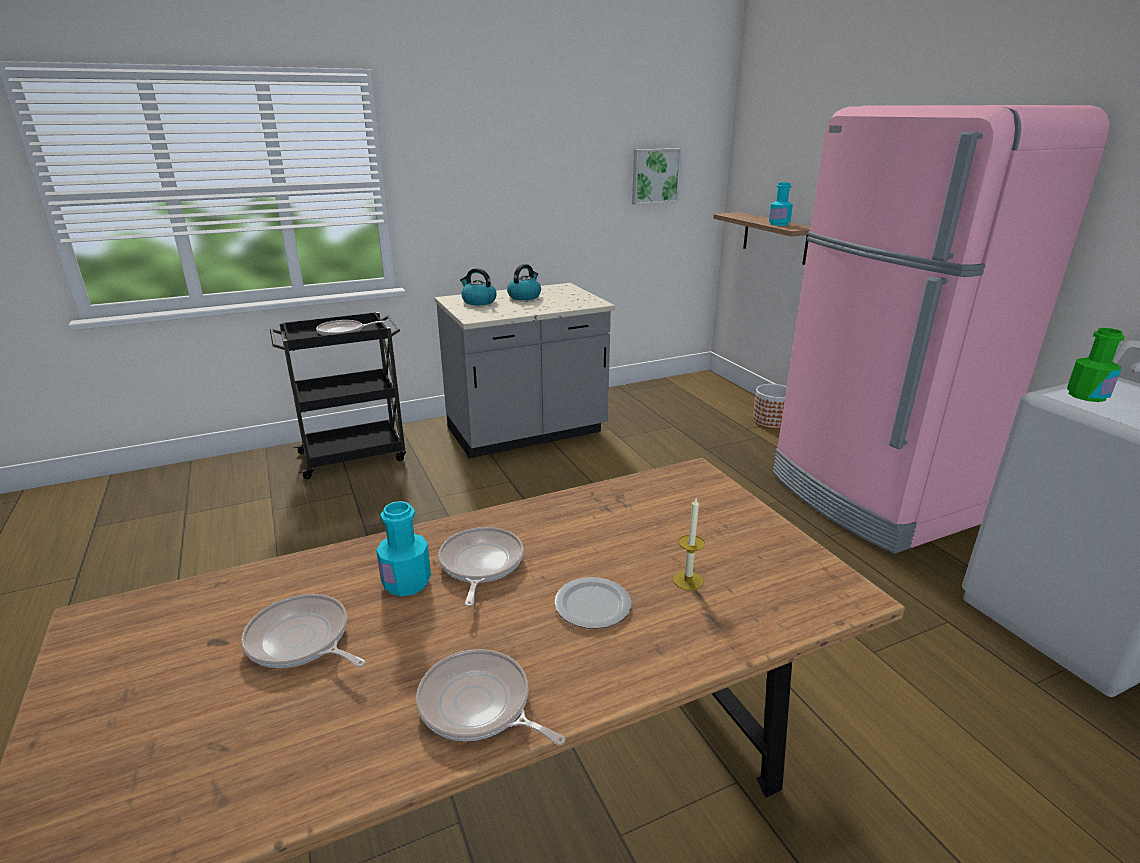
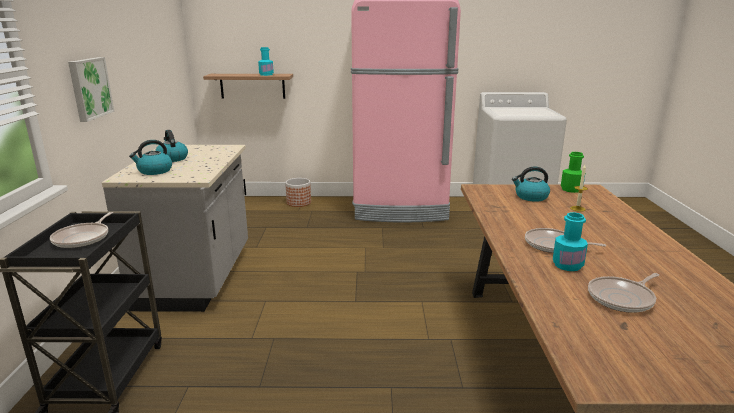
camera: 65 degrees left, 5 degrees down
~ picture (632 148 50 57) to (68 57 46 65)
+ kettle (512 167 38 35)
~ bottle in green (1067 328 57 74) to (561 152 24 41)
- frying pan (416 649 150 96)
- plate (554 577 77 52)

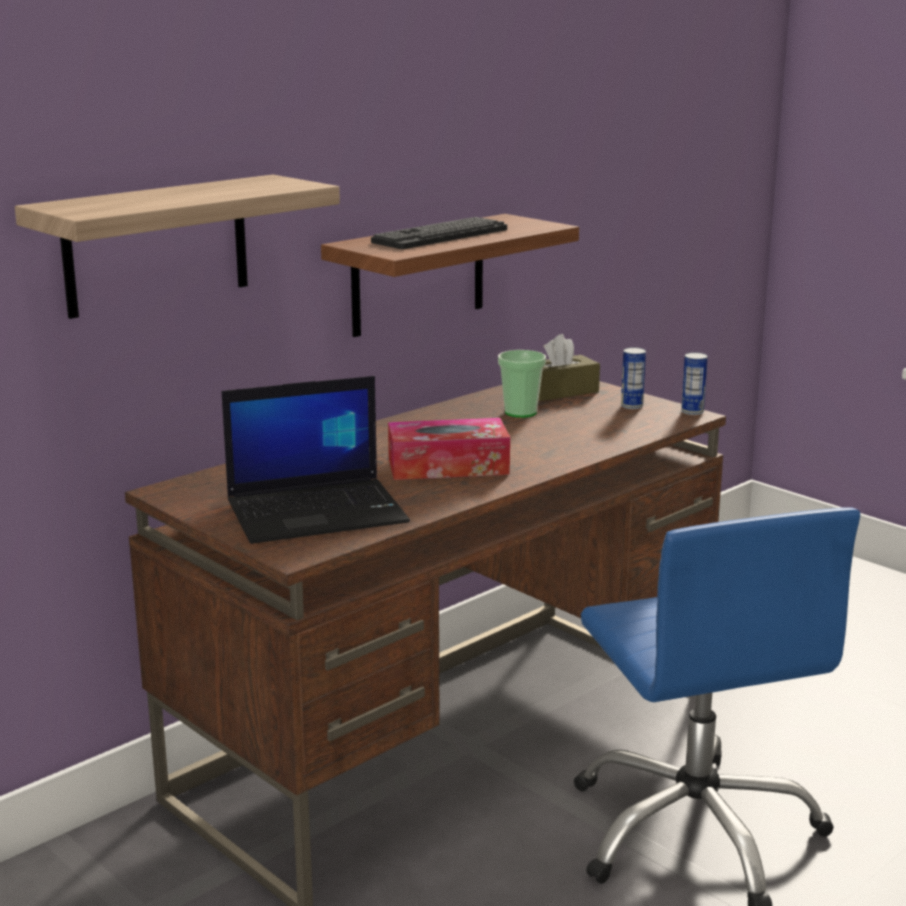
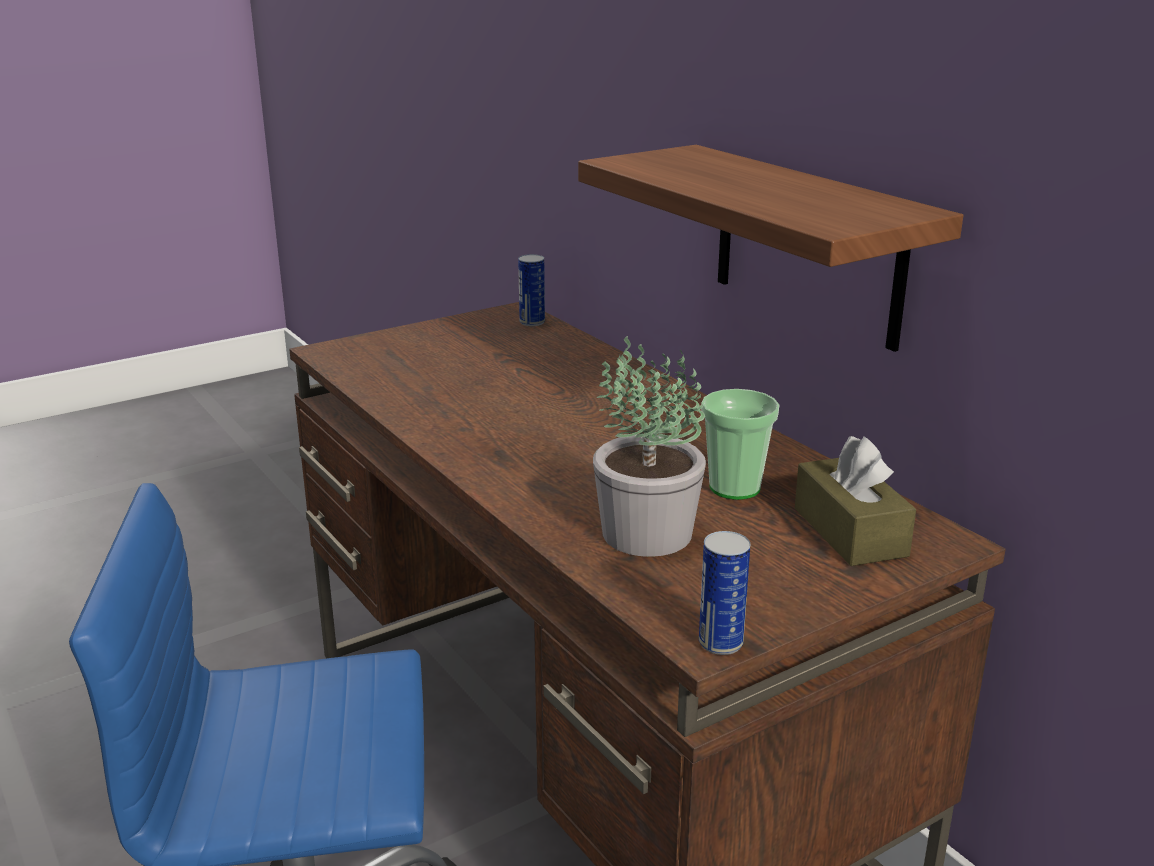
camera: 100 degrees right, 5 degrees up
~ can (621 347 25 62) to (518 254 27 72)
+ potted plant (593 336 113 221)
- shelf (15 175 325 144)
- laptop (222 376 188 168)
- keyboard (371 217 136 32)
- tissue box (388 418 122 62)

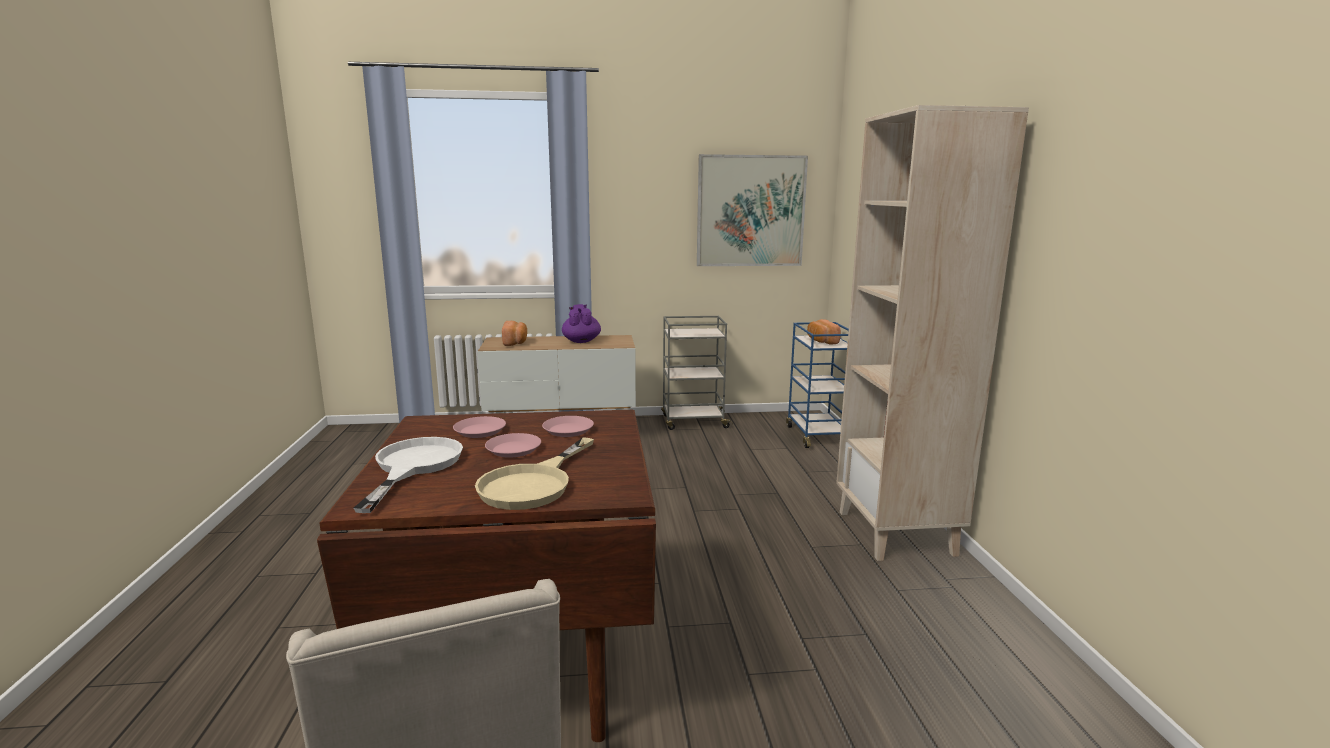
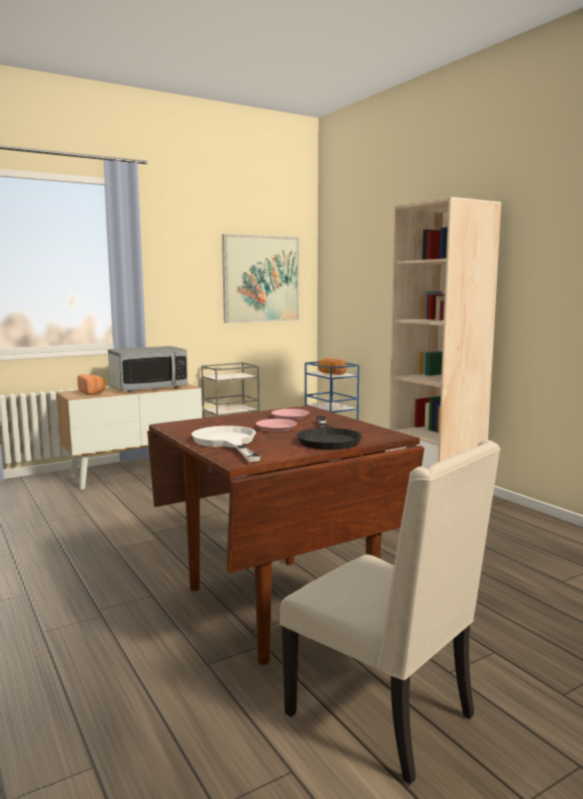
camera: 25 degrees left, 5 degrees down
~ teapot in purple (562 304 39 39) to microwave (108 346 80 46)
~ frying pan in beige (475 437 119 73) to frying pan in black (297 416 65 34)
- plate in pink (453 416 53 22)

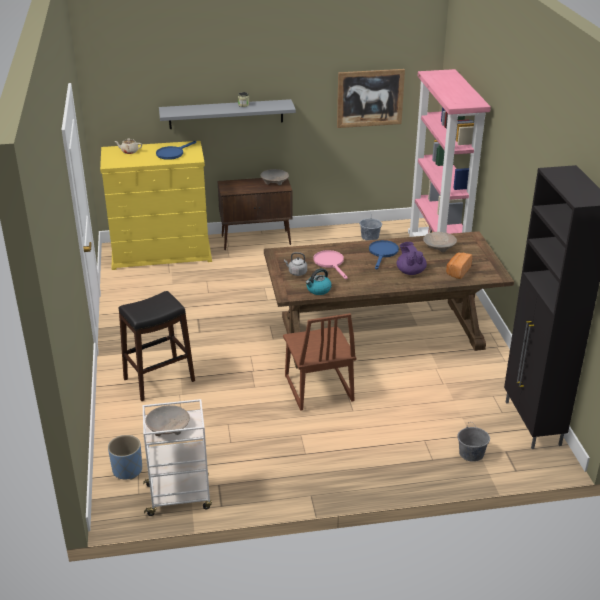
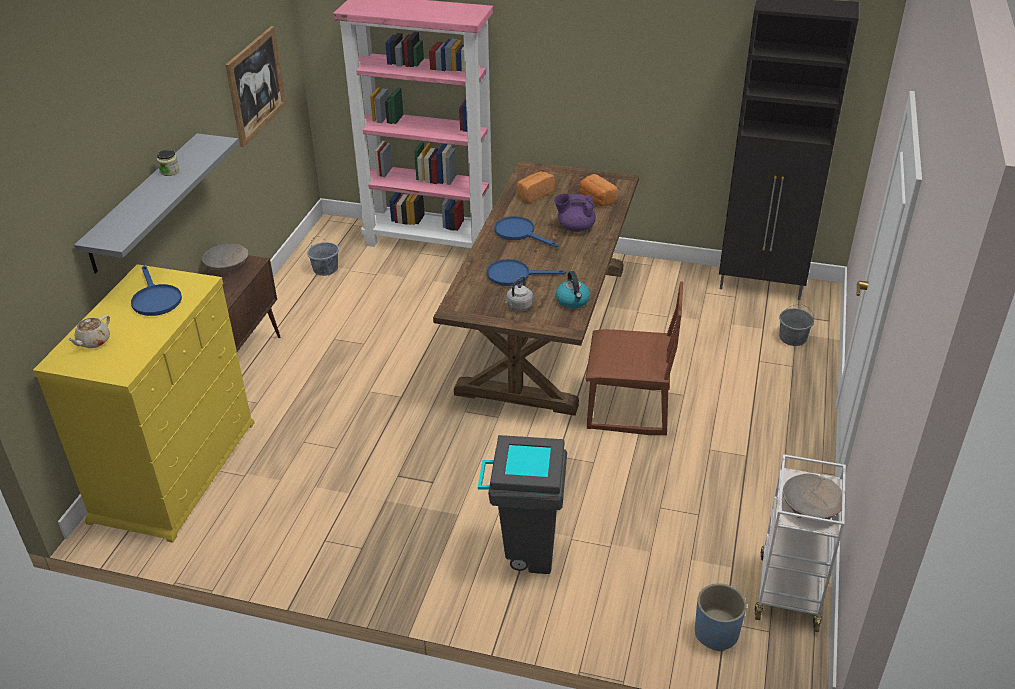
camera: 65 degrees left, 5 degrees up
~ stool in black (119 291 76 110) to trash can in grey (478 435 89 139)
~ frying pan in pink (313 250 35 29) to frying pan in blue (487 259 79 27)
~ bowl in beige (423 232 34 21) to bread (517 171 38 32)

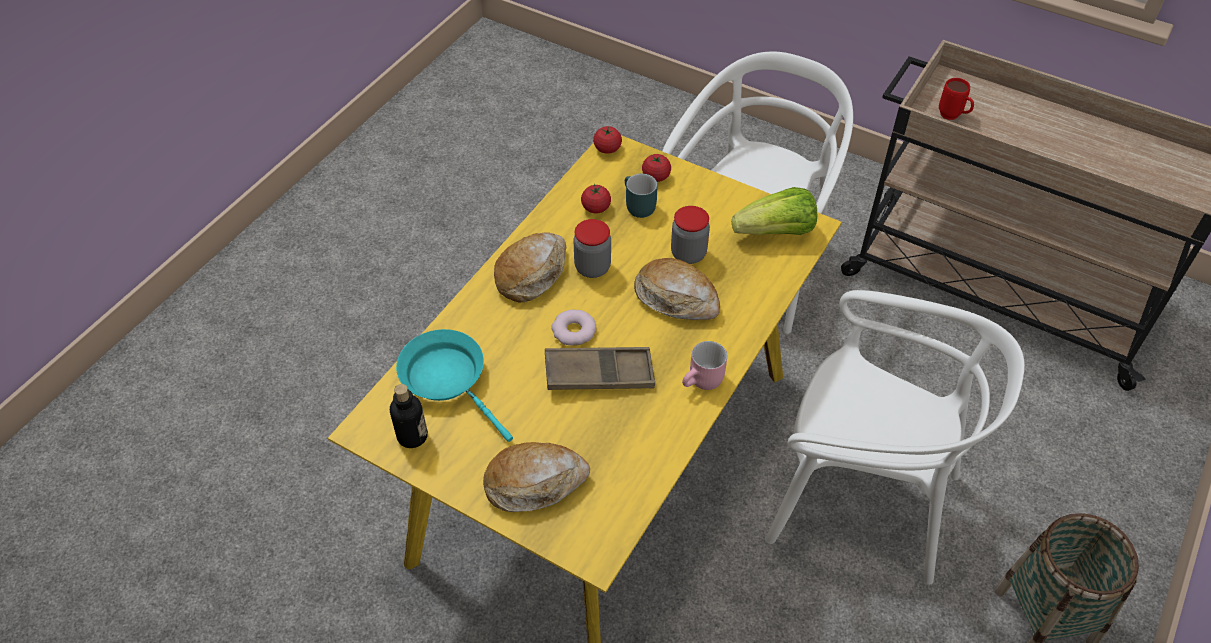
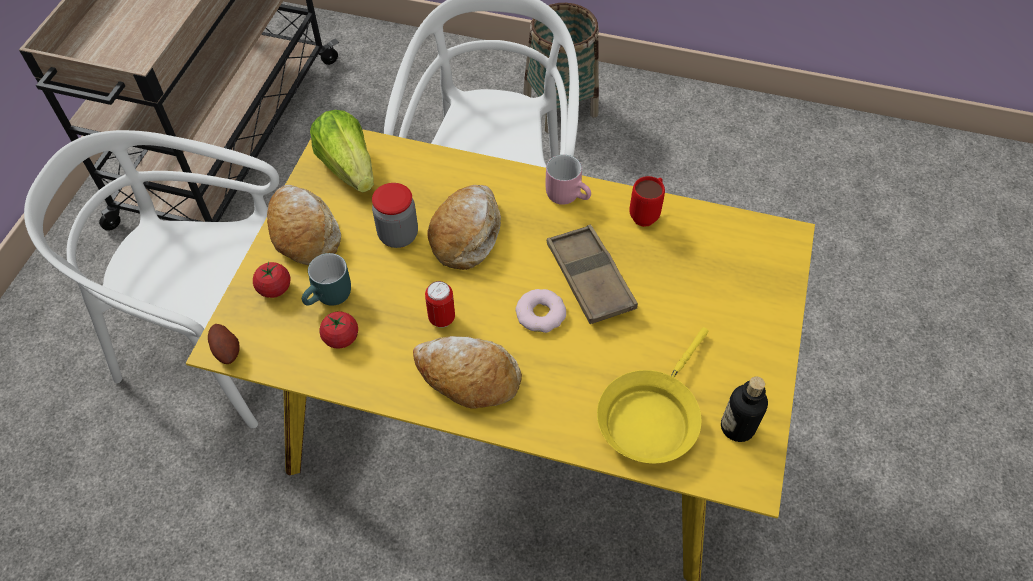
camera: 105 degrees left, 5 degrees up
~ tomato (593 126 29 28) to potato (208 324 31 40)
~ bread (483 442 107 70) to (267 185 74 80)
~ jar (574 219 37 59) to can (425 281 30 47)
~ frying pan in turquoise (396 329 117 113) to frying pan in yellow (597 327 111 137)
~ mug in red (939 78 35 42) to (629 176 36 51)

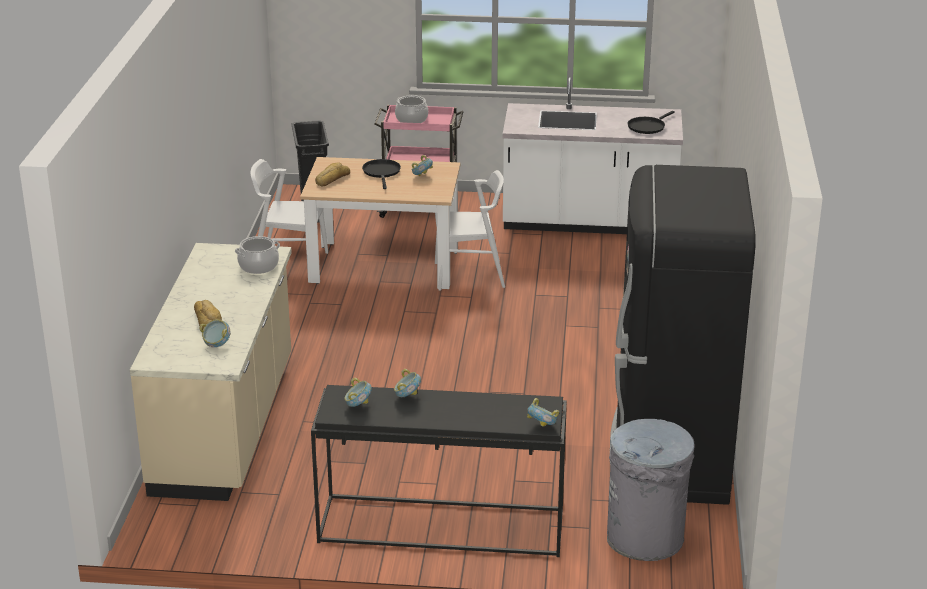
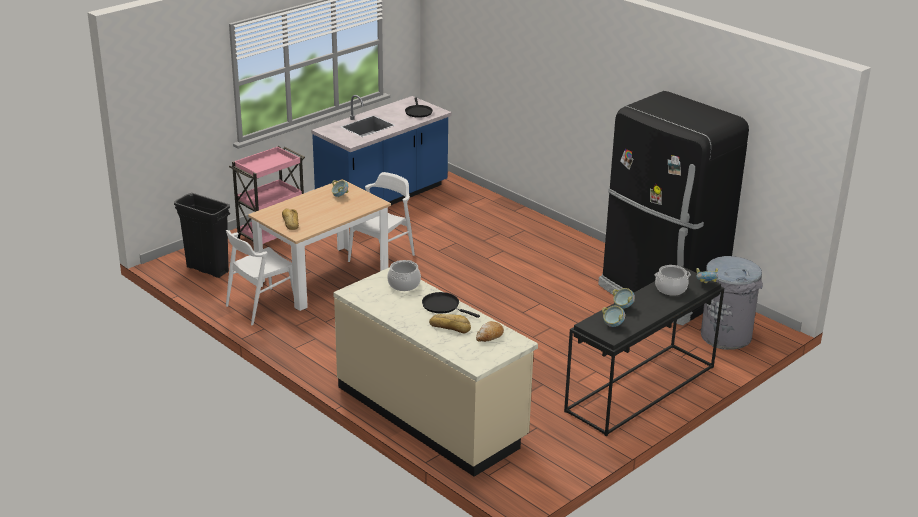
camera: 50 degrees left, 0 degrees up
~ counter in white (503 77 180 157) to counter in blue (311 95 141 110)
~ frying pan in black (362 159 39 30) to (422 292 58 26)
~ bowl (199 319 32 28) to bread (476 321 28 21)
~ cooking pot (395 95 33 28) to (655 265 36 31)

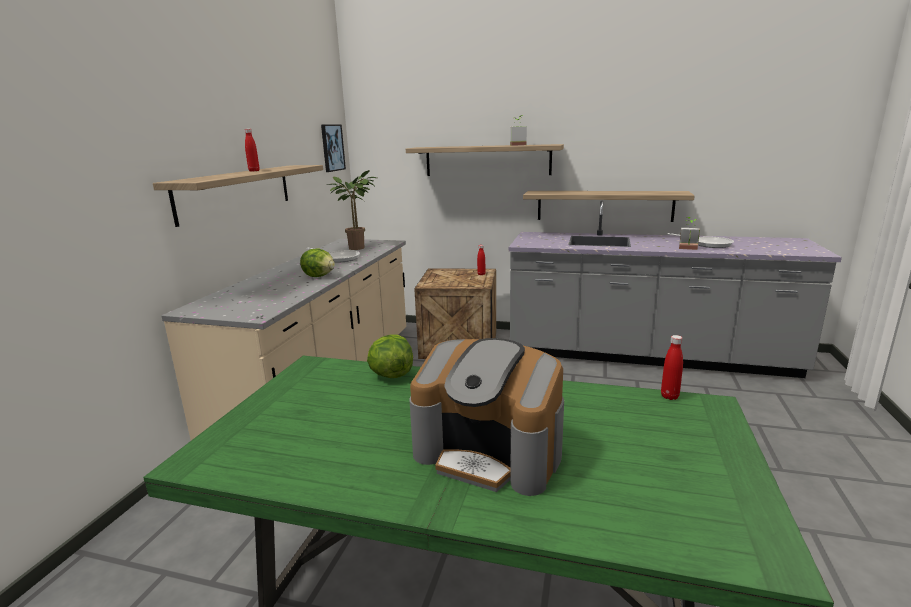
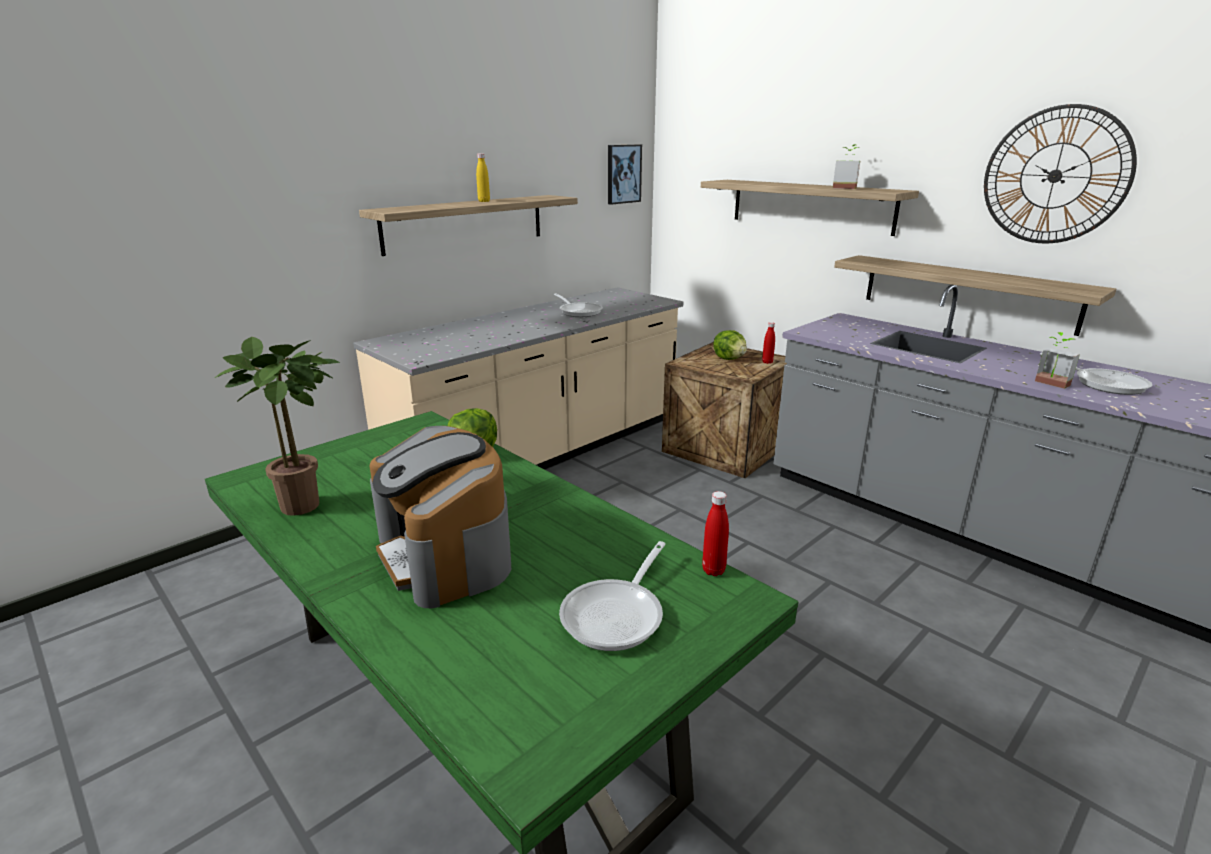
camera: 30 degrees right, 5 degrees up
~ potted plant (328 170 49 80) to (215 337 125 179)
~ bottle in red (245 129 14 42) to bottle in yellow (476 153 14 49)
+ frying pan (559 541 107 110)
~ lettuce (300 248 35 29) to (713 330 34 30)
+ wall clock (984 104 153 140)

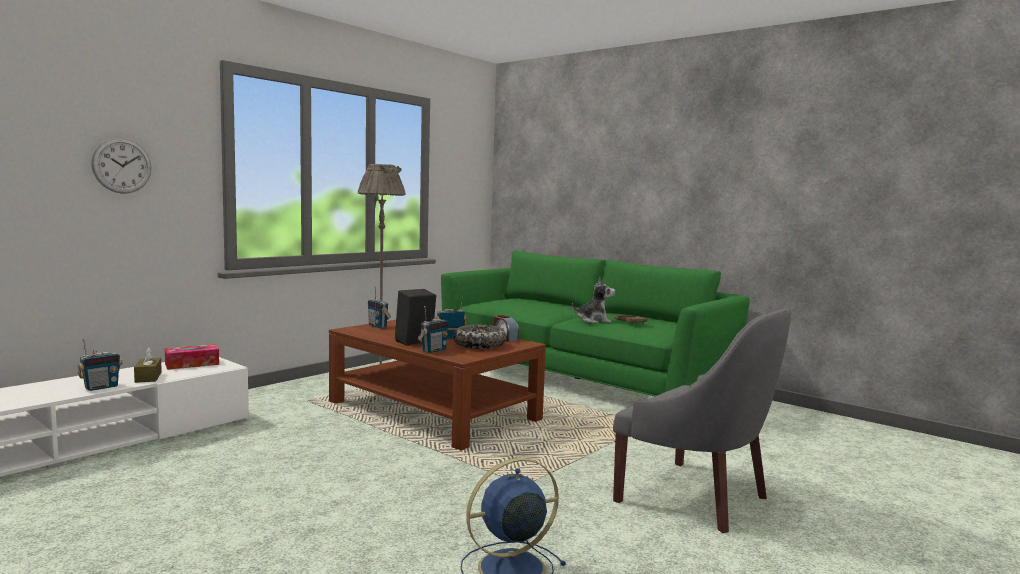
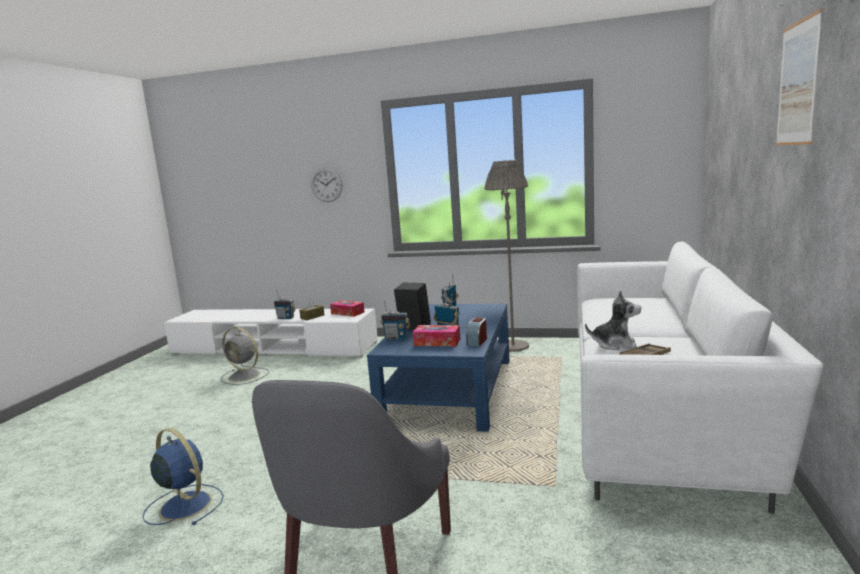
camera: 65 degrees right, 5 degrees up
+ fan in grey (221 327 48 58)
~ coffee table in brown (329 320 217 130) to coffee table in blue (367 304 143 128)
~ bowl (453 325 53 24) to tissue box (413 325 47 21)
~ sofa in green (441 250 309 146) to sofa in white (577 242 246 272)
~ plush toy (572 277 43 47) = (585 290 56 60) 45 degrees counterclockwise
+ picture (776 9 47 136)

